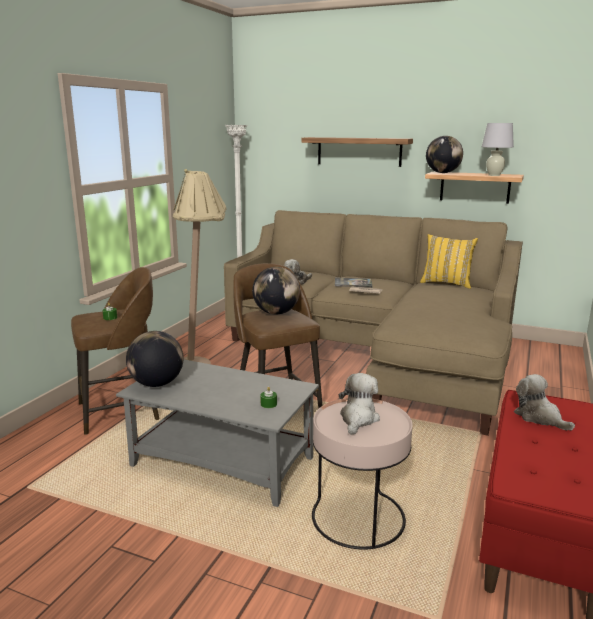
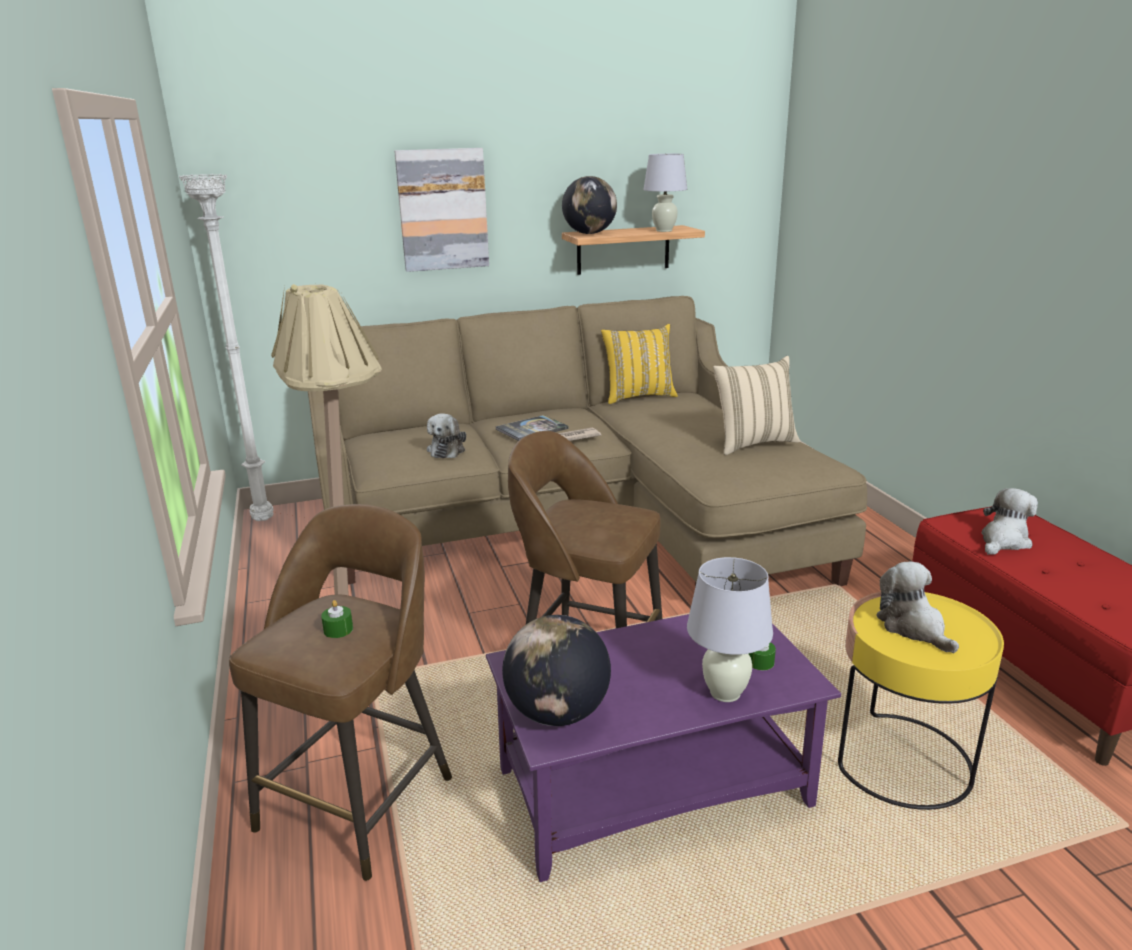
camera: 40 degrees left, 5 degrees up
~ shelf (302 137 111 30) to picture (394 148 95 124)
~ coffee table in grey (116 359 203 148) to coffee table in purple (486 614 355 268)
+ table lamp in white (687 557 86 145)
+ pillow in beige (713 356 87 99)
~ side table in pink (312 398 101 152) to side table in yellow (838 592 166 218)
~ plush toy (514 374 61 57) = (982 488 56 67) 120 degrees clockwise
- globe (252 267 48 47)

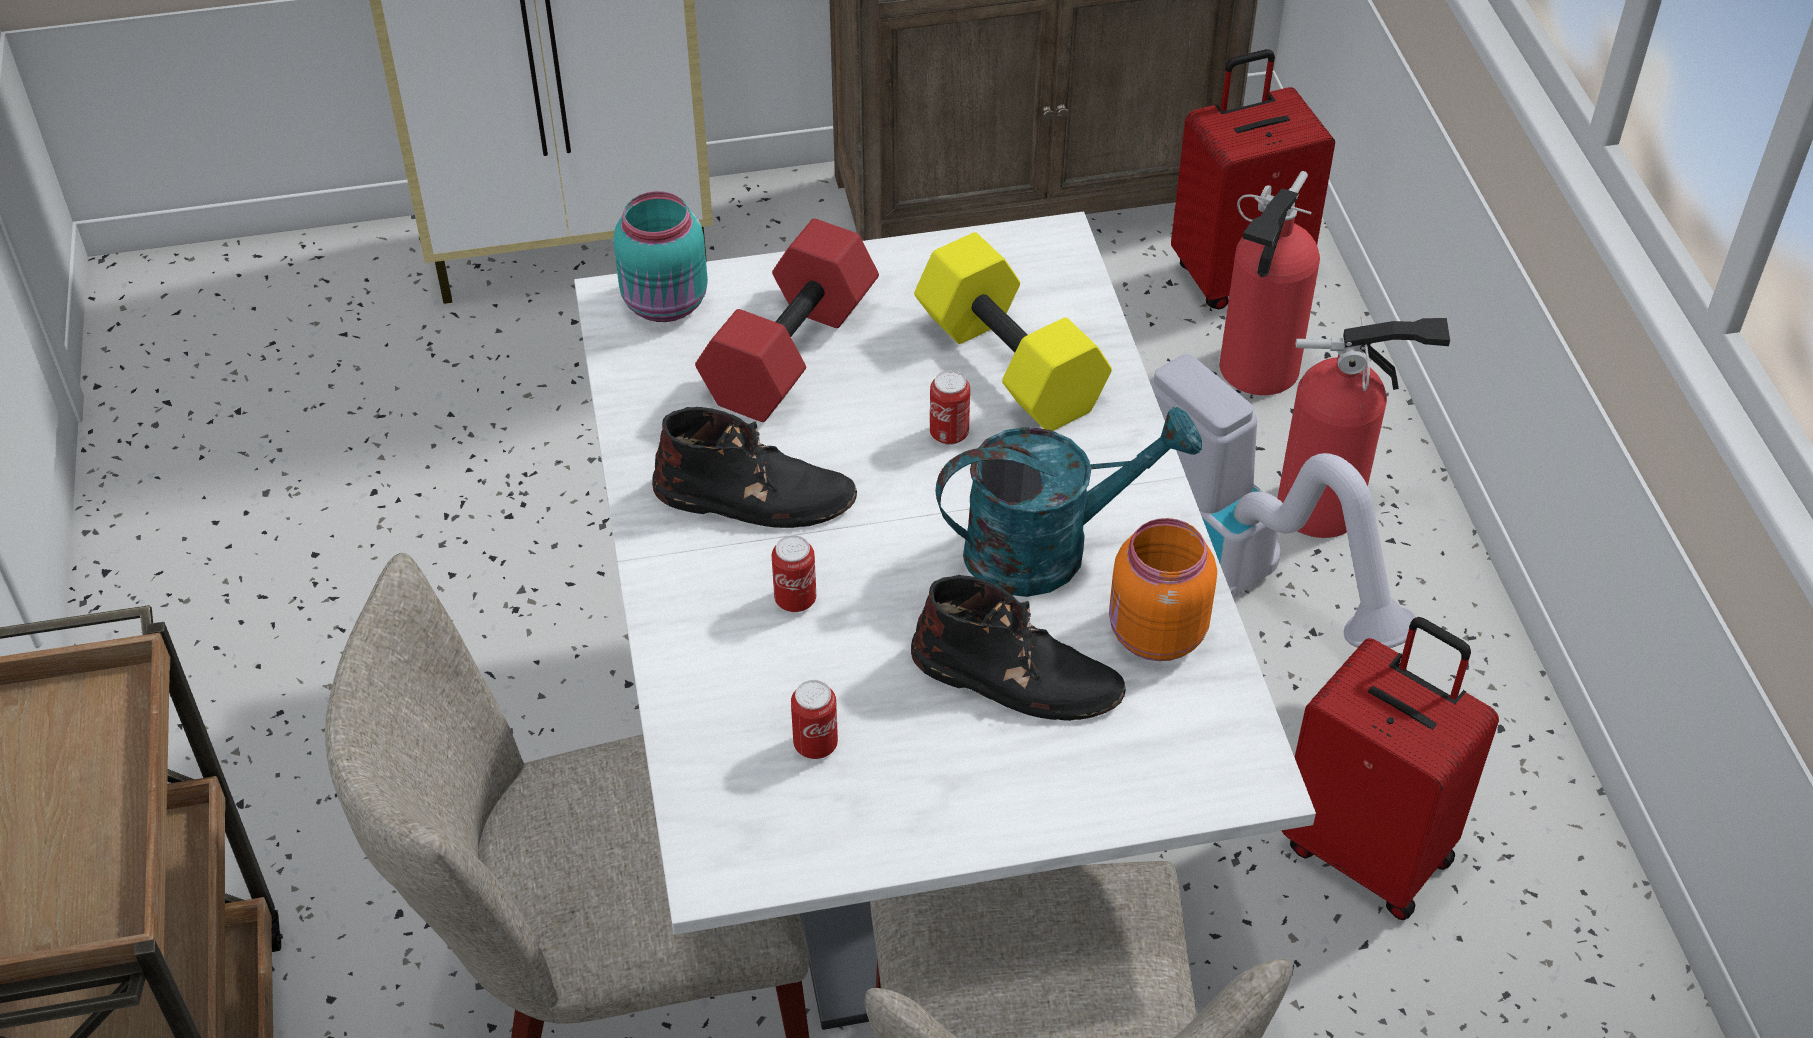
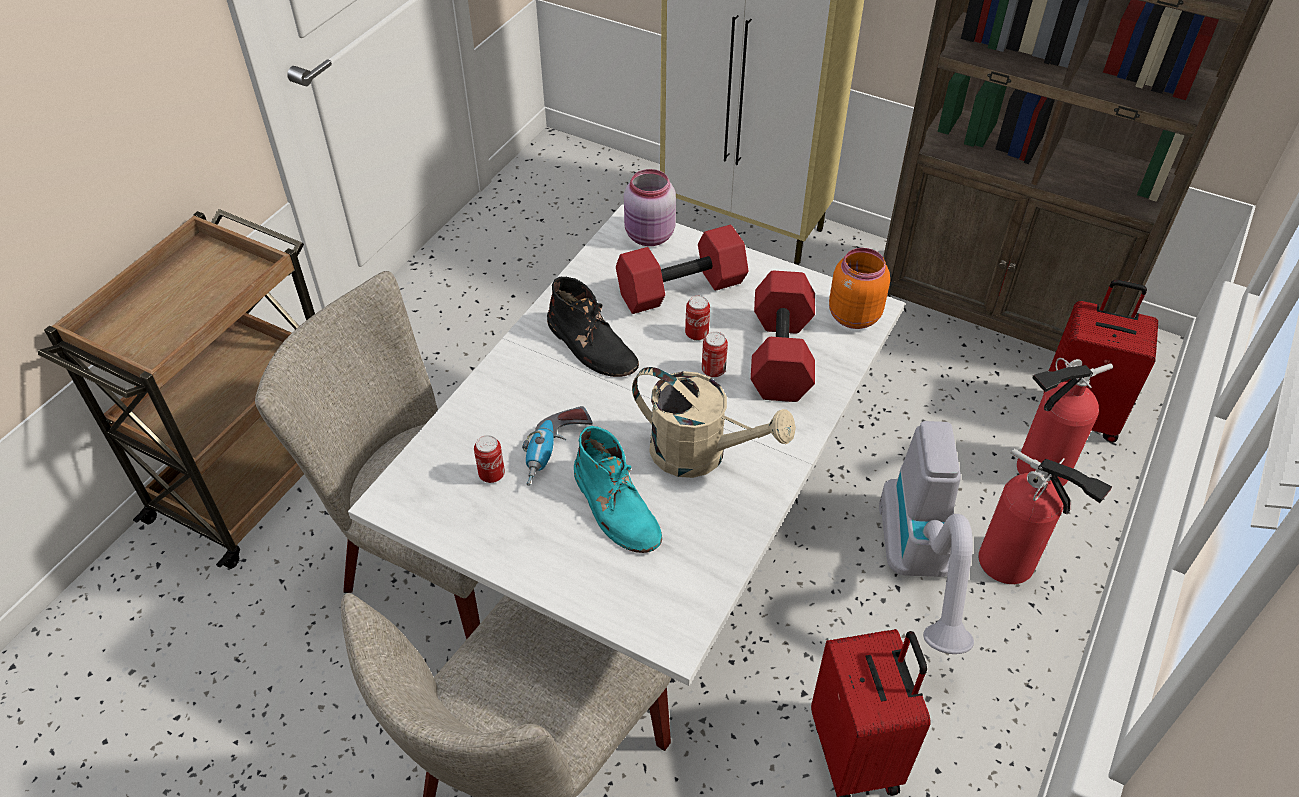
camera: 40 degrees right, 0 degrees up
+ power drill (522 406 71 80)
~ boot in black (911 575 215 146) to boot in turquoise (574 426 88 127)
~ jar in turquoise (613 191 95 131) to jar in pink (624 169 52 77)
~ watering can in turquoise (935 407 267 190) to watering can in beige (632 367 164 111)
~ can (772 535 44 77) to (685 295 25 46)
~ dumbbell in yellow (914 232 198 199) to dumbbell in red (751 270 64 132)
~ jar in orange (1109 518 108 143) to (829 248 61 81)

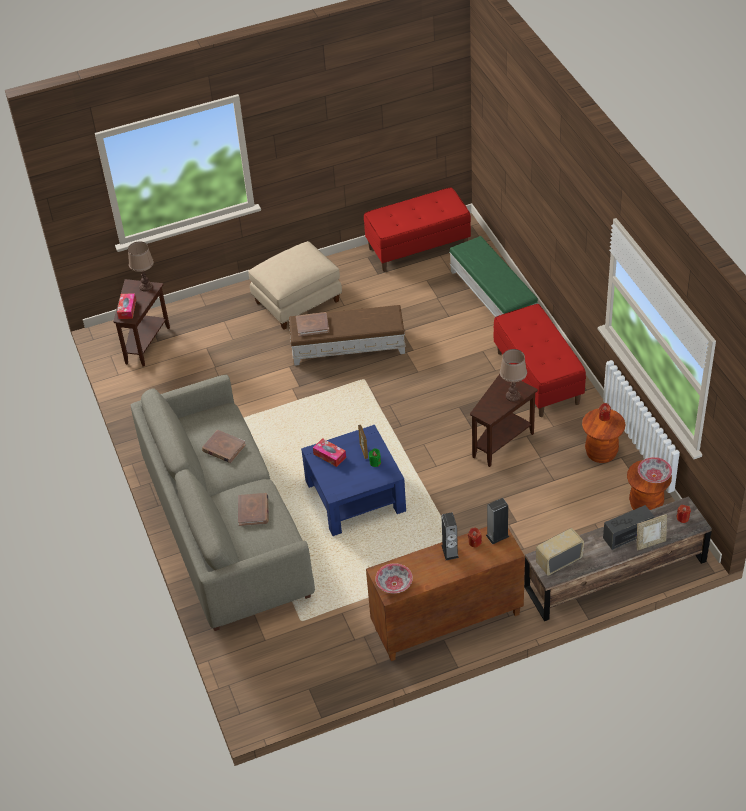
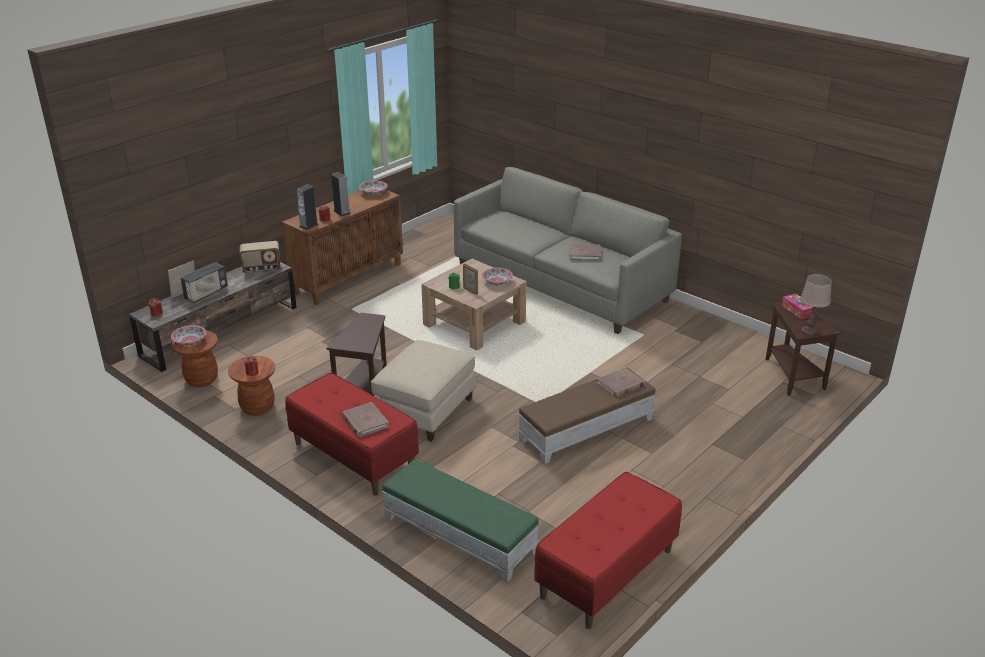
camera: 150 degrees right, 15 degrees down
~ radio (536 528 48 47) = (240 241 41 33) 45 degrees clockwise
~ book in brown (238 493 31 33) to (342 402 47 35)
~ ottoman in beige (248 241 94 89) to (371 340 105 102)
~ coffee table in blue (301 425 105 111) to coffee table in brown (421 259 106 92)
~ tissue box (313 438 33 29) to bowl (482 268 31 17)
- table lamp in brown (500 349 27 53)

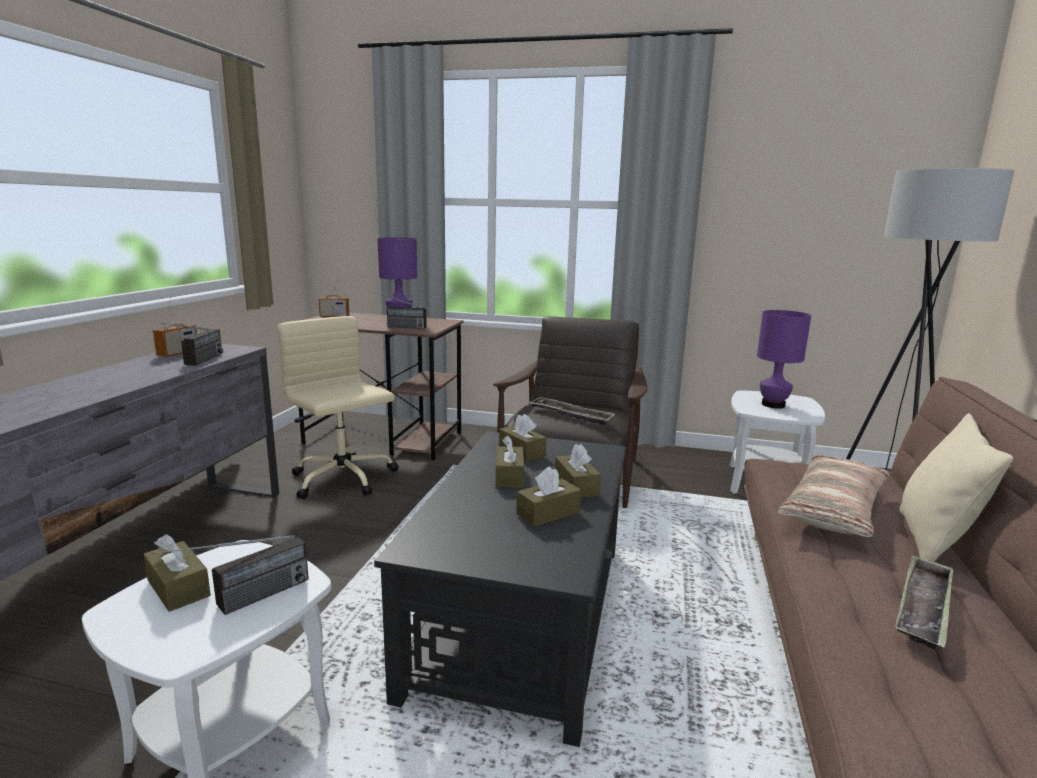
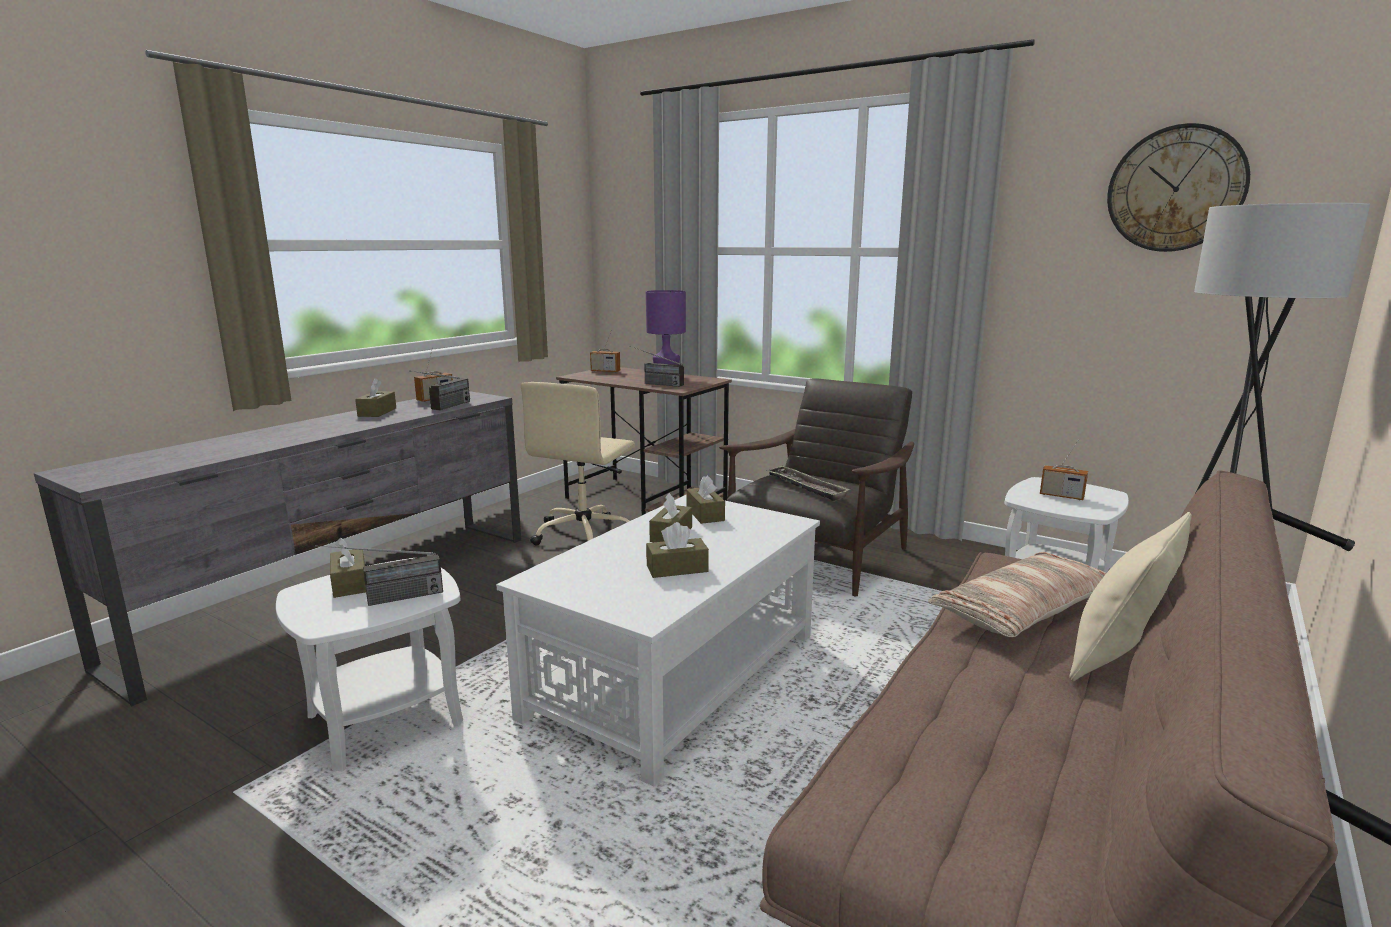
camera: 20 degrees right, 0 degrees up
~ tissue box in brown (555 444 46 54) to (355 378 41 39)
~ coffee table in black (374 431 252 316) to coffee table in white (497 494 323 293)
~ office chair in beige (277 316 121 183) = (521 382 114 164) 135 degrees counterclockwise
~ table lamp in purple (757 310 54 98) to radio (1040 439 48 61)
+ wall clock (1107 123 143 129)
- tray (895 554 59 96)

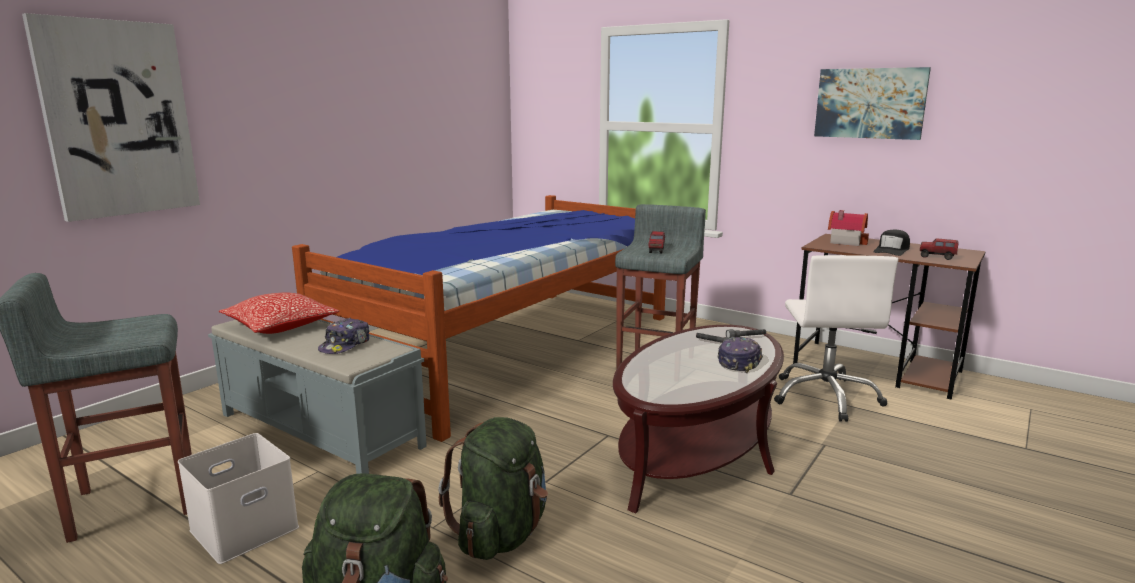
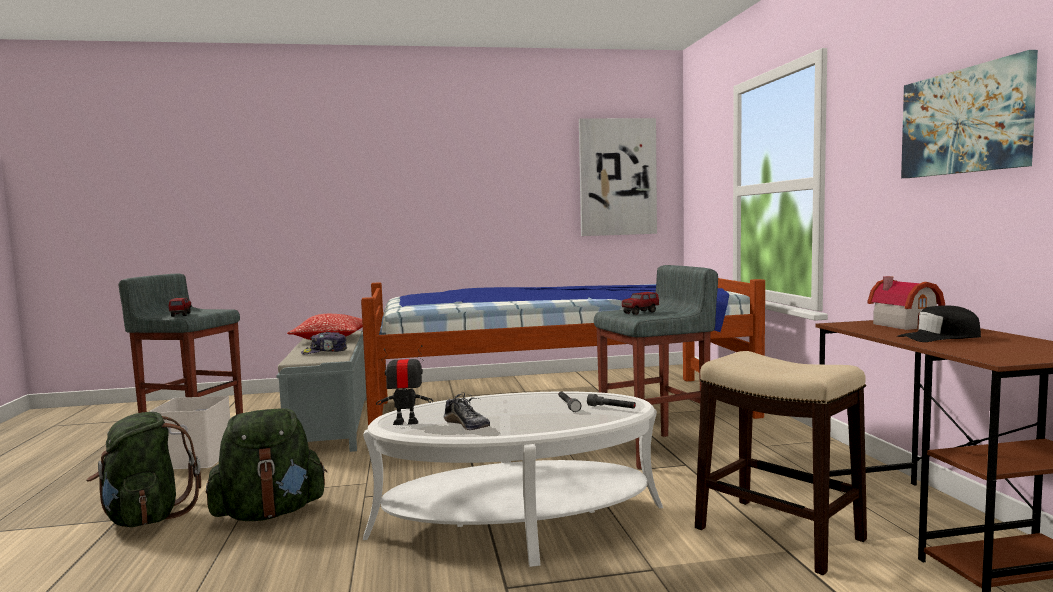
camera: 45 degrees right, 10 degrees down
~ toy truck (920 238 39 22) to (168 298 23 19)
~ coffee table in brown (613 325 171 188) to coffee table in white (363 391 300 176)
+ toy robot (376 345 57 80)
+ shoe (444 392 46 38)
~ picture (22 13 178 209) to (579 118 78 118)
~ office chair in white (774 255 124 167) to stool (695 351 172 224)
- cap (717 337 46 36)

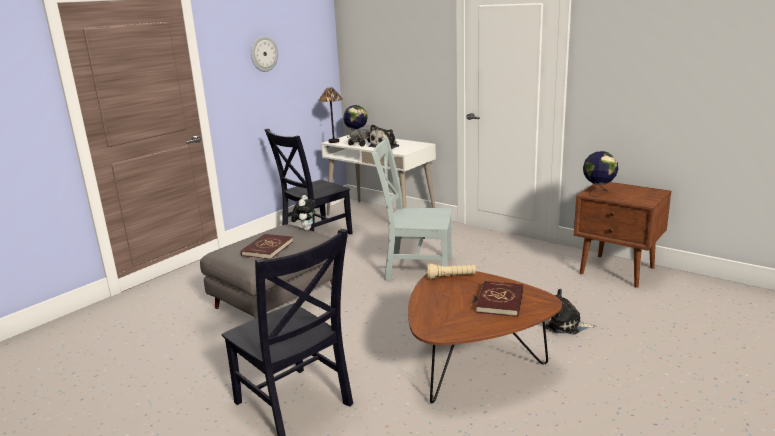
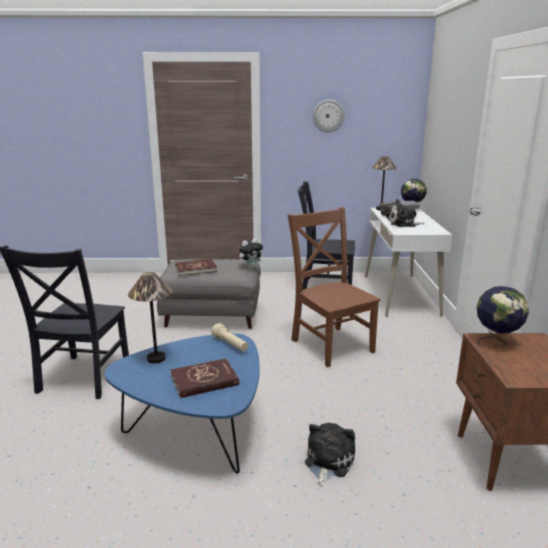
camera: 50 degrees right, 0 degrees up
~ coffee table in brown (408 271 154 132) to coffee table in blue (104 333 156 140)
+ table lamp (128 272 44 91)
~ chair in grey (371 137 81 144) to chair in brown (288 207 93 160)
~ plush toy (545 289 51 46) = (305 423 50 64) 45 degrees clockwise

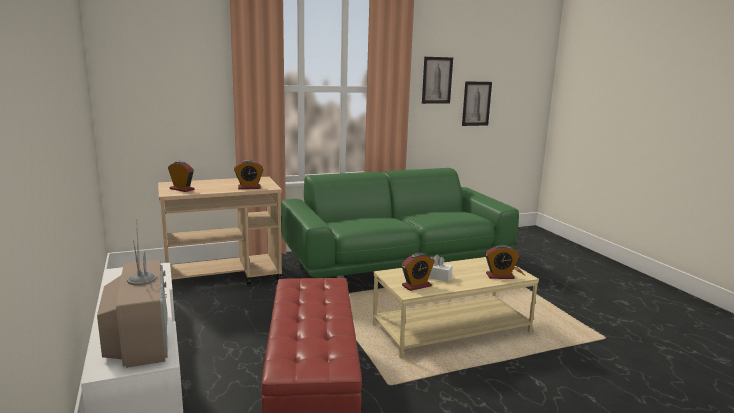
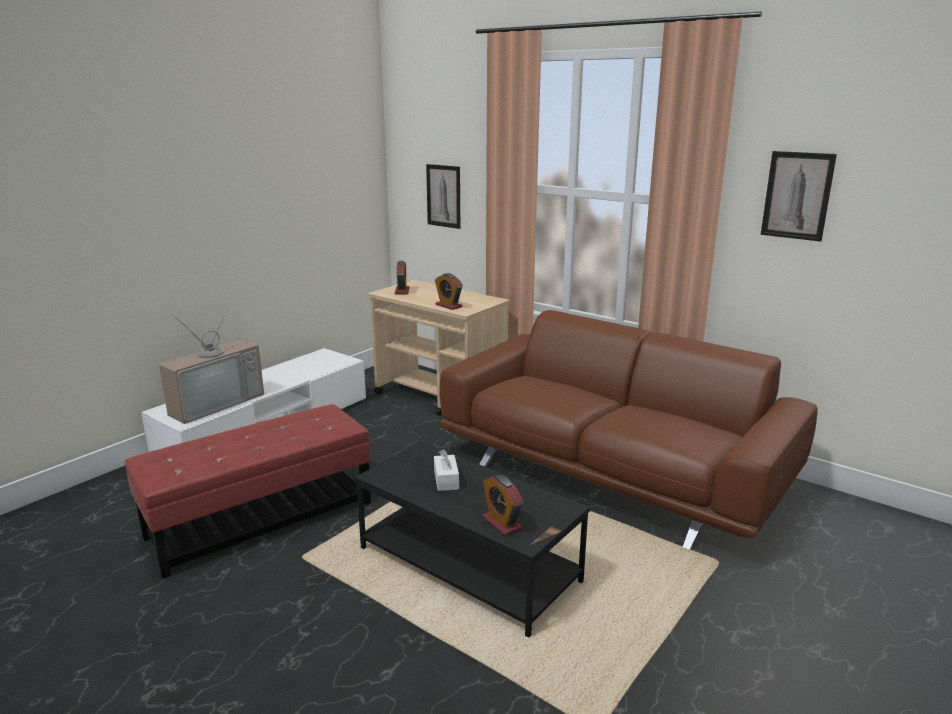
camera: 60 degrees right, 5 degrees up
~ coffee table in beige (373 257 166 101) to coffee table in black (355 442 235 195)
~ picture (462 81 30 45) to (426 164 34 65)
~ sofa in green (281 168 238 110) to sofa in brown (440 310 378 240)
- alarm clock (401 253 34 38)

